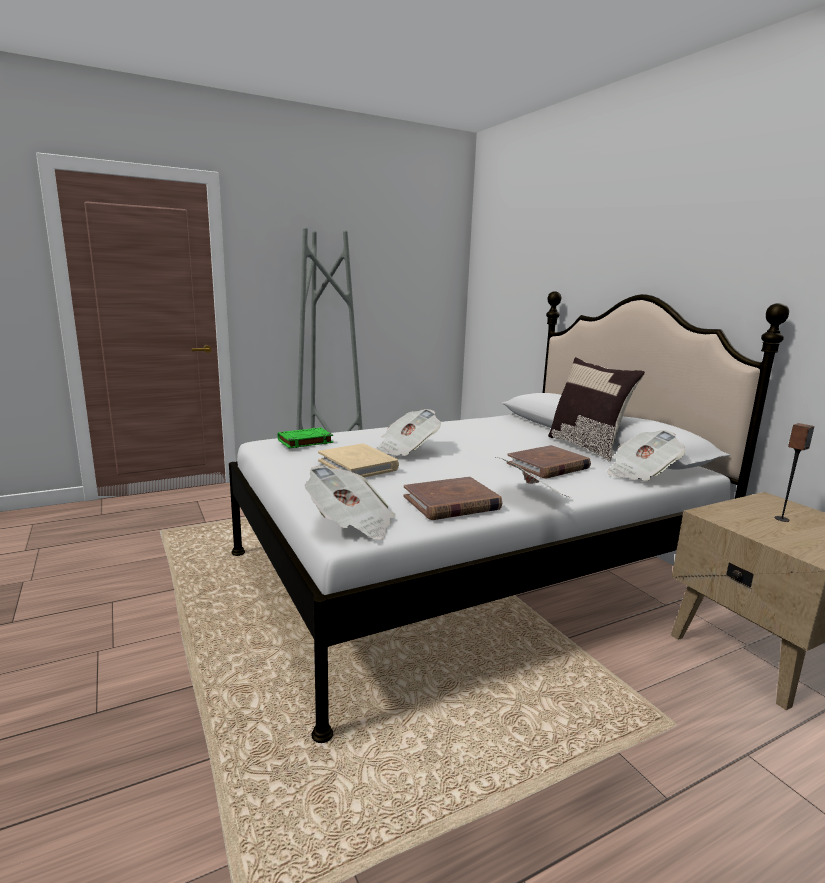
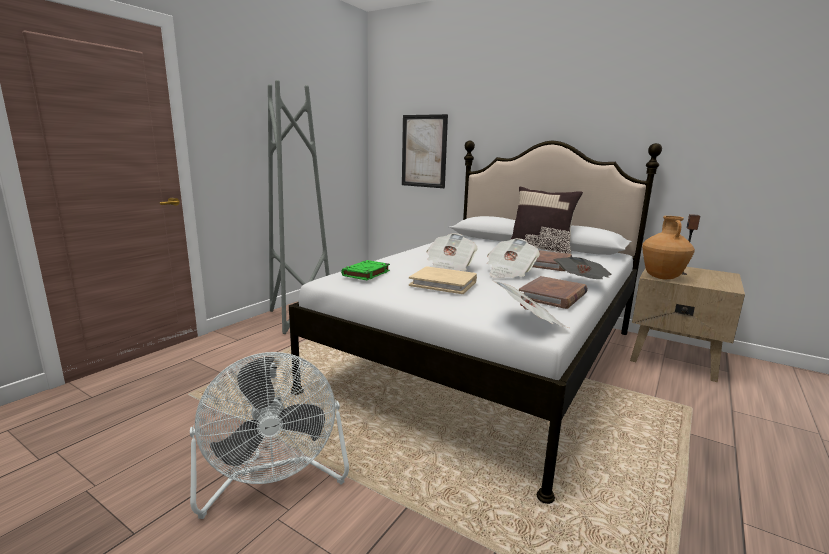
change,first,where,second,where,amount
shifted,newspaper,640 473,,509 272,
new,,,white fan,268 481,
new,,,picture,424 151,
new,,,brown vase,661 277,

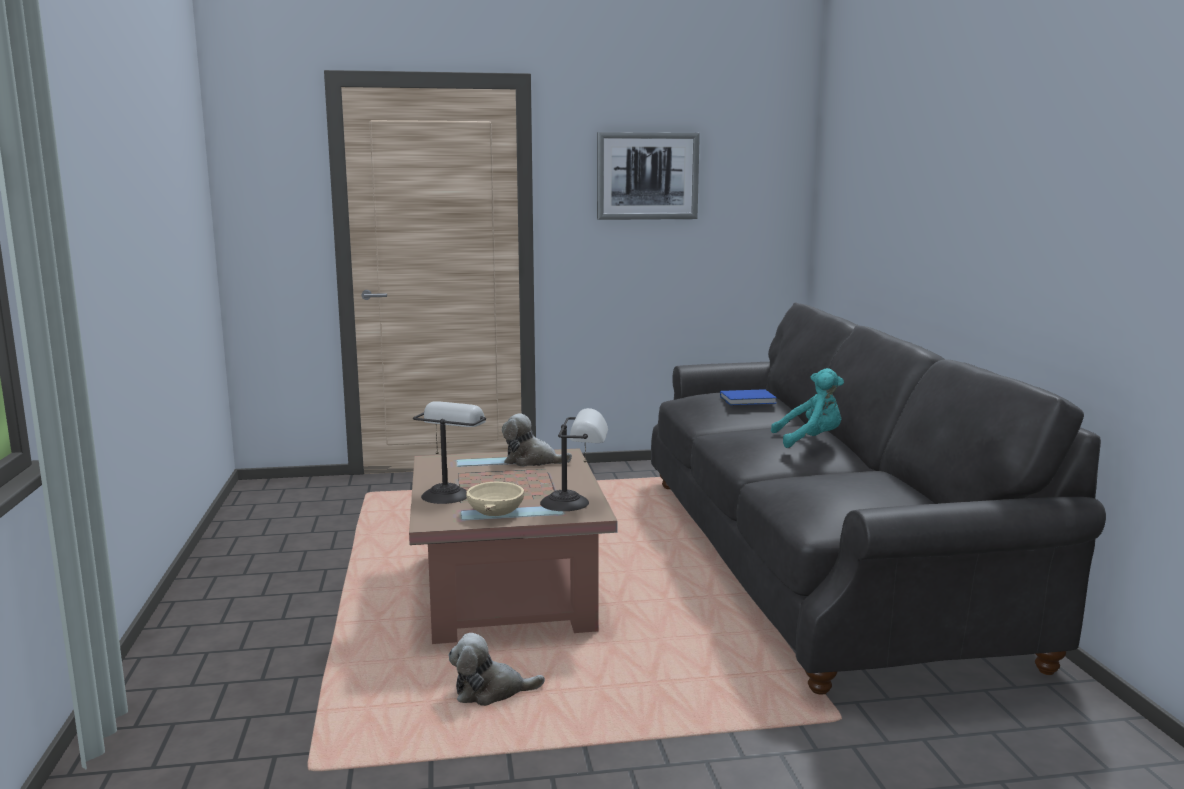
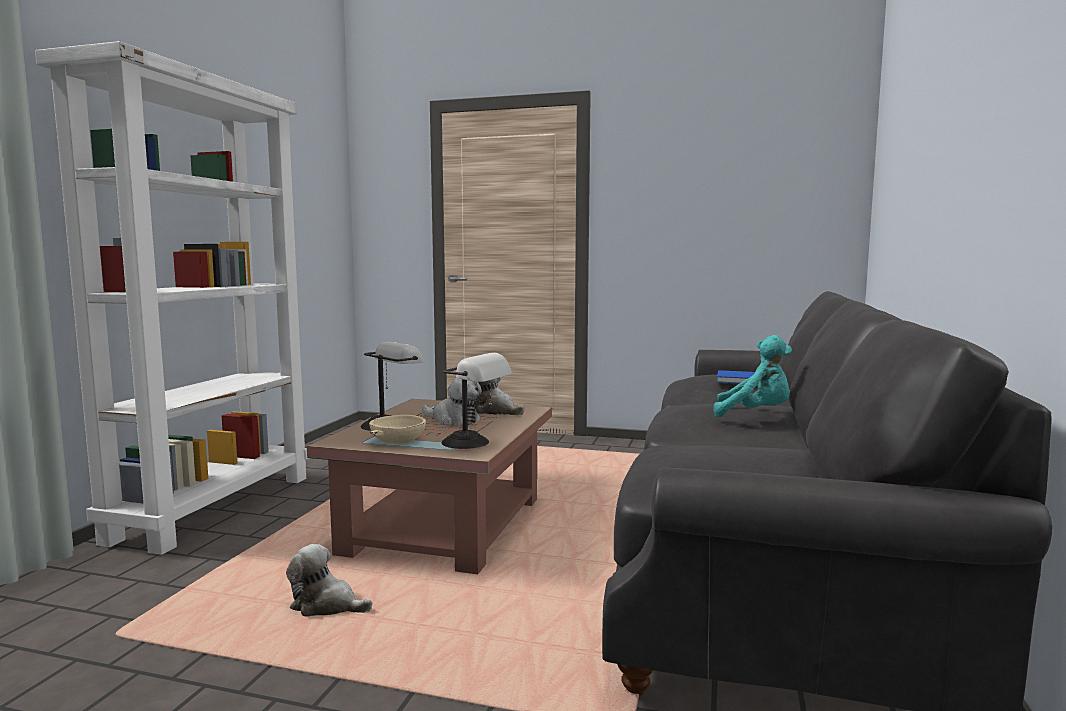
change,first,where,second,where,amount
gone,picture,647 176,,,
new,,,white bookcase,214 507,
new,,,plush toy,453 420,

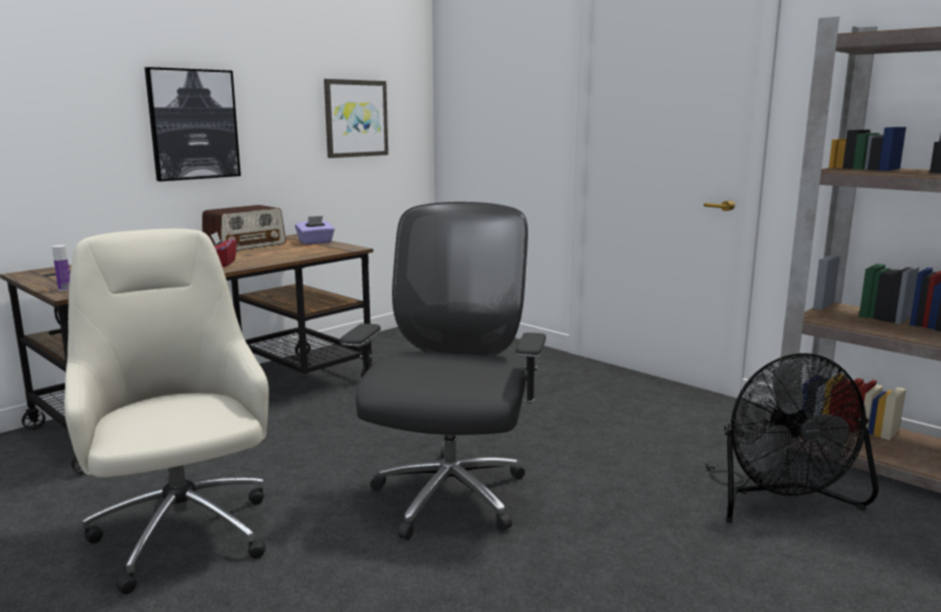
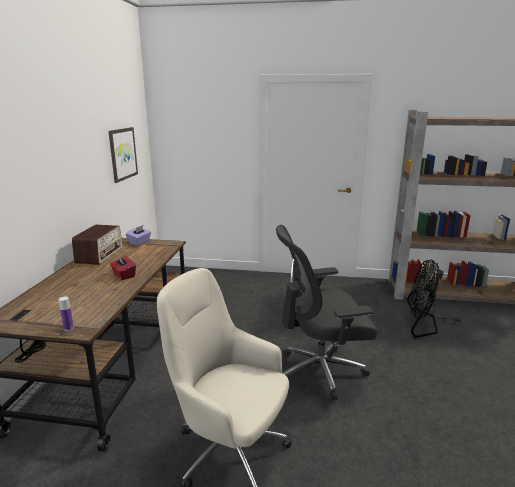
change,first,where,second,where,amount
gone,picture,193 124,,,
rotated,office chair,450 497,,321 371,75 degrees counterclockwise
rotated,black fan,774 501,,425 323,150 degrees clockwise

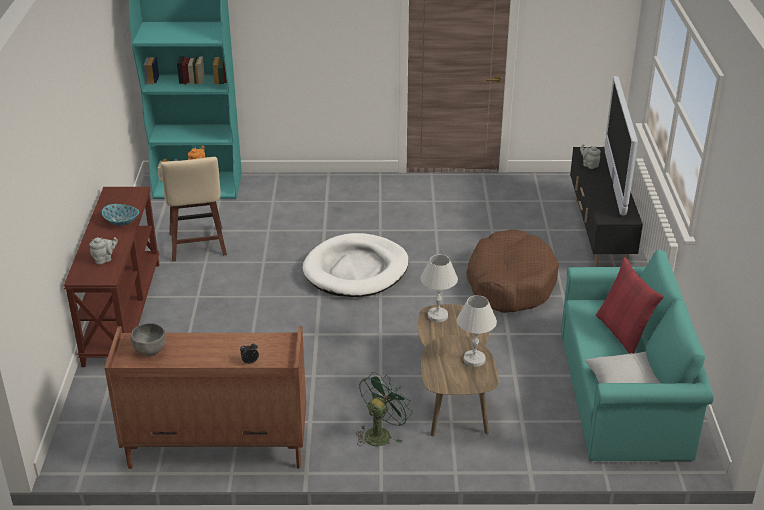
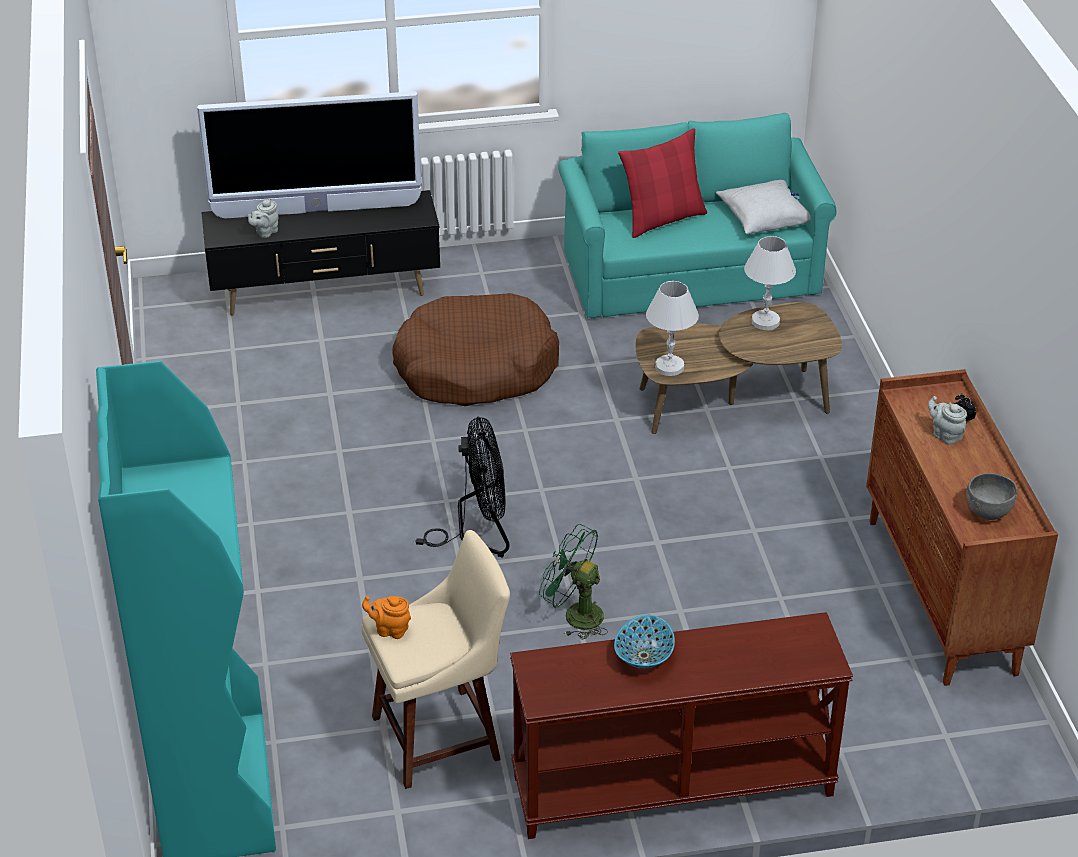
change,first,where,second,where,amount
shifted,grey teapot,104 259,,945 435,
swapped,white dog bed,356 270,black fan,476 524,
shifted,green fan,380 433,,575 614,

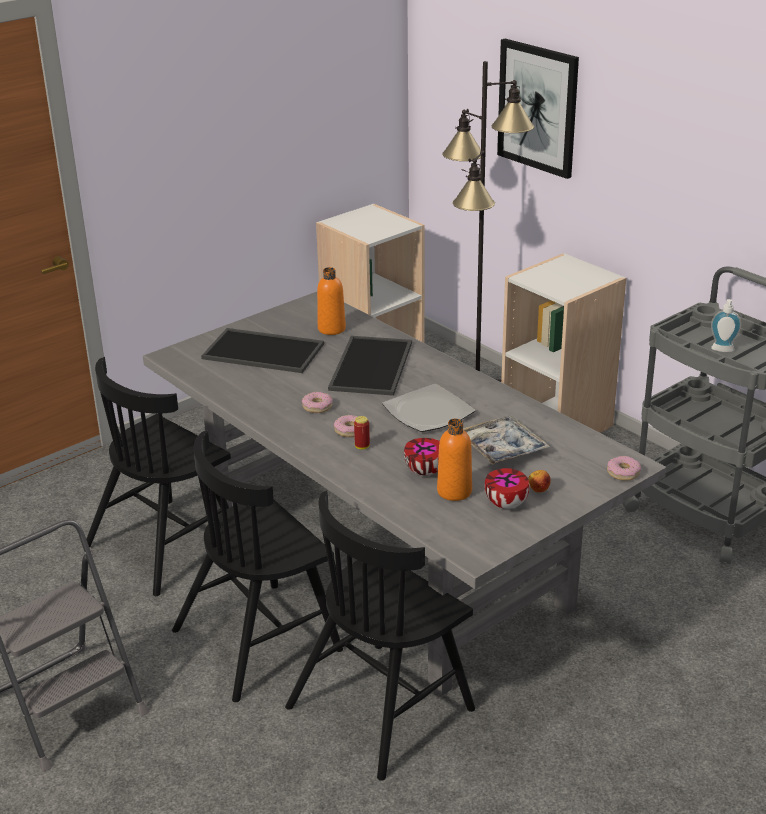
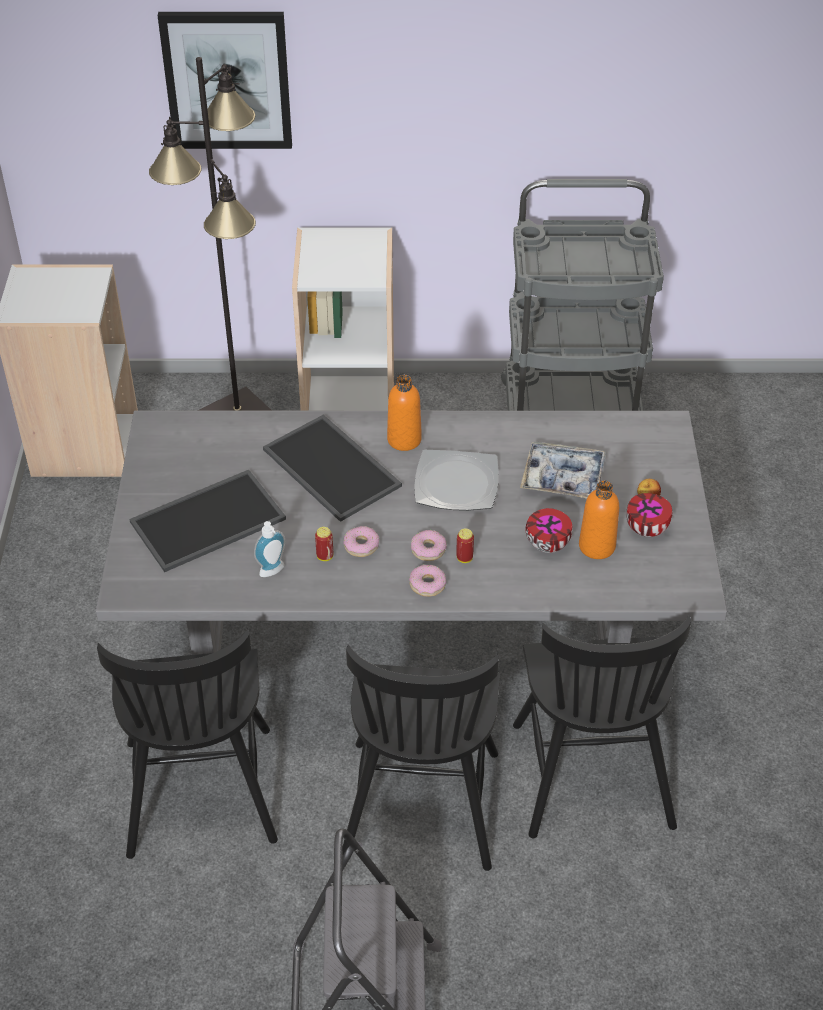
change,first,where,second,where,amount
shifted,orange bottle,331 329,,404 439,
shifted,donut,623 473,,427 585,
shifted,soap dispenser,722 350,,273 572,
new,,,can,325 556,

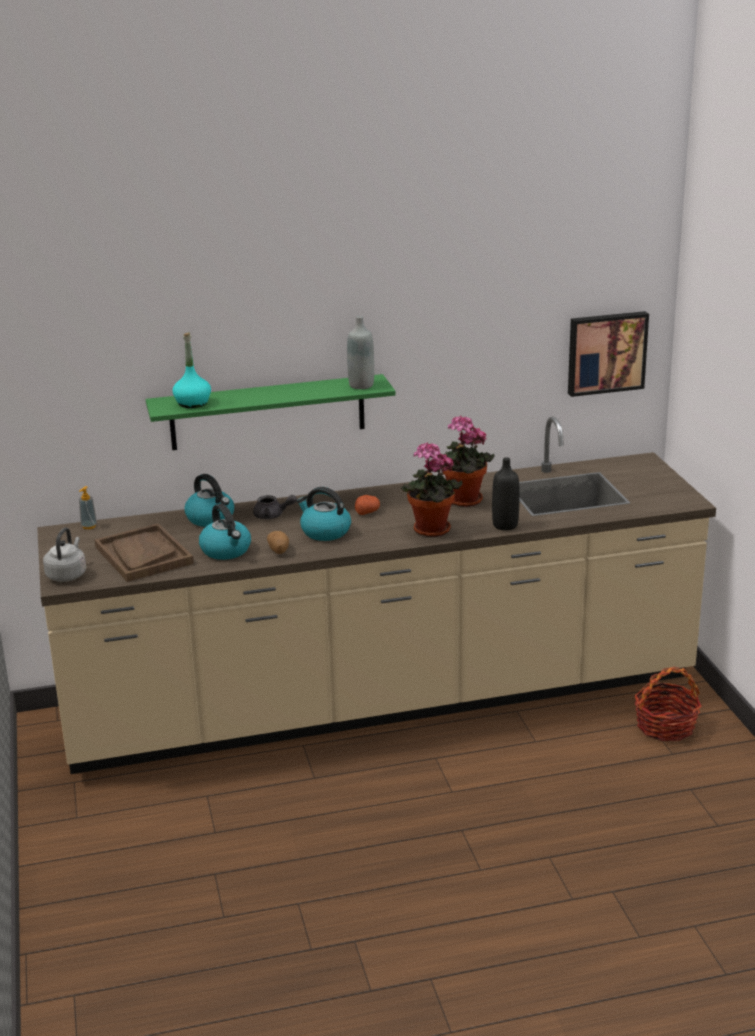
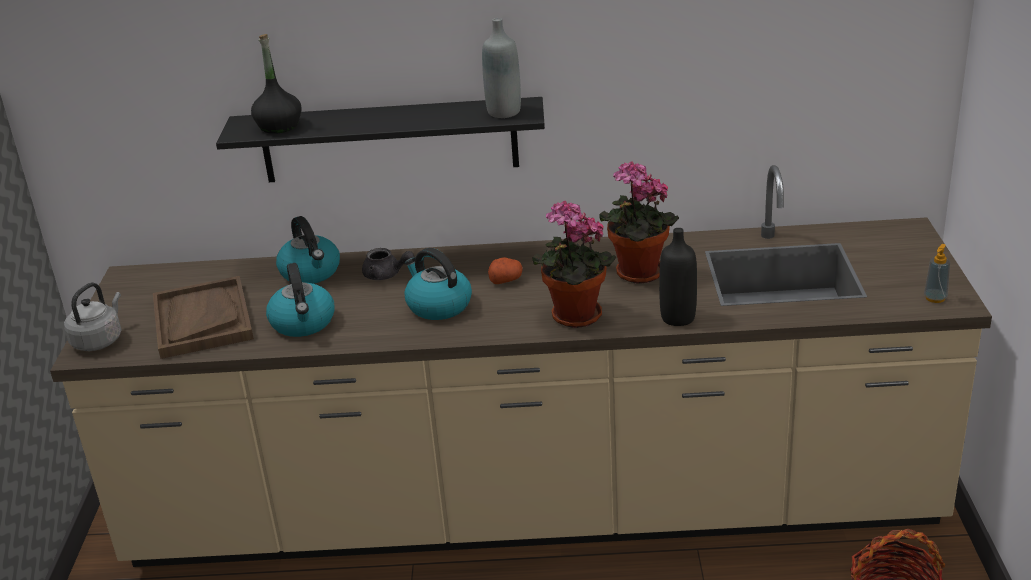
change,first,where,second,where,amount
shifted,soap dispenser,89 526,,935 298,
repainted,green shelf,268 412,black shelf,389 140,
repainted,turquoise bottle,192 403,black bottle,279 126,
gone,potato,279 551,,,
gone,picture,606 352,,,

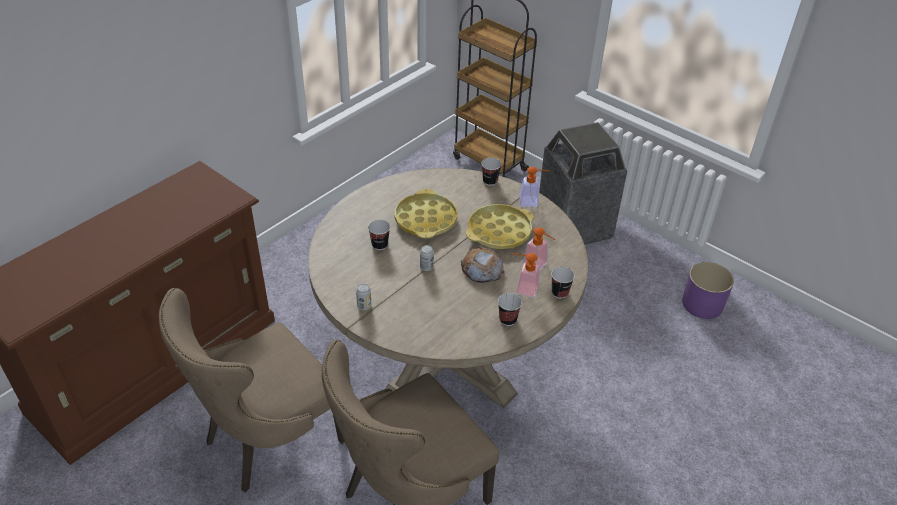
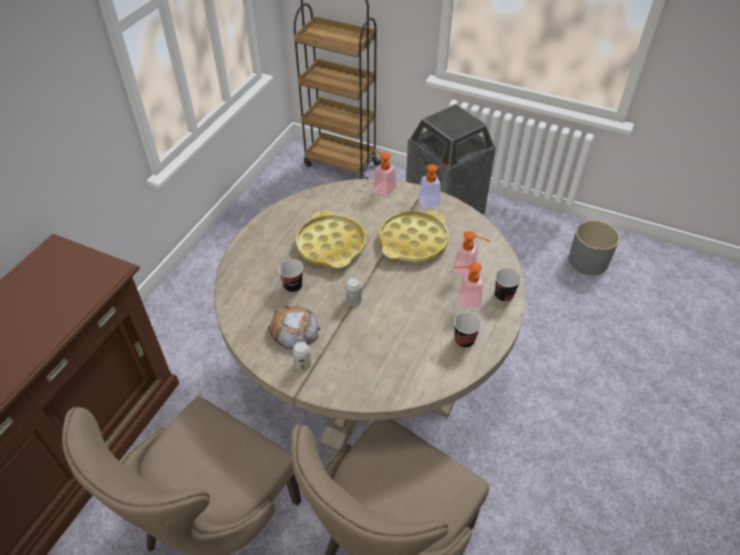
change,first,where,second,where,amount
shifted,bread,481 269,,294 330,
swapped,cup,490 181,soap dispenser,381 187,
repainted,purple planter,702 304,grey planter,588 260,

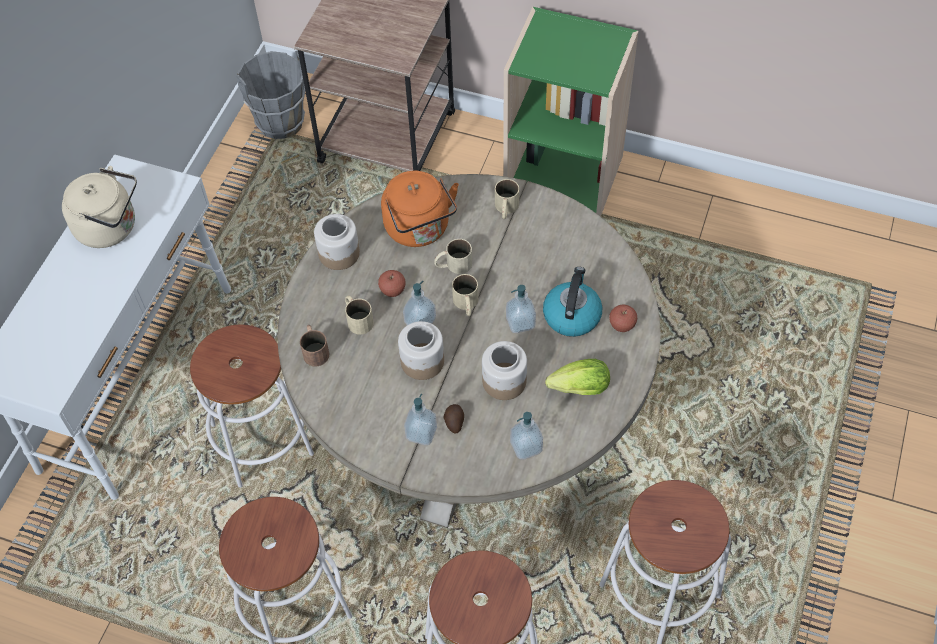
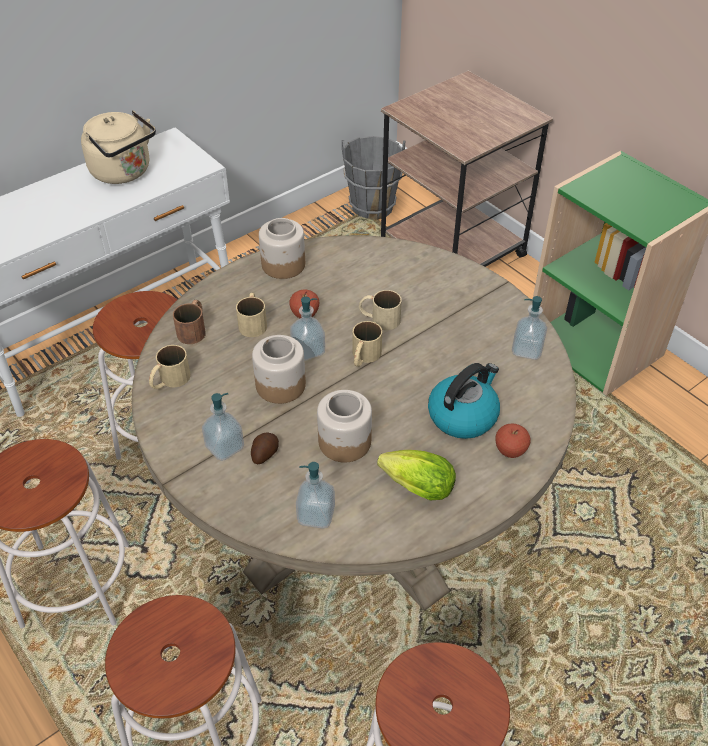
change,first,where,second,where,amount
gone,orange kettle,419 229,,,
shifted,beige mug,506 209,,169 380,
shifted,soap dispenser,520 322,,527 350,

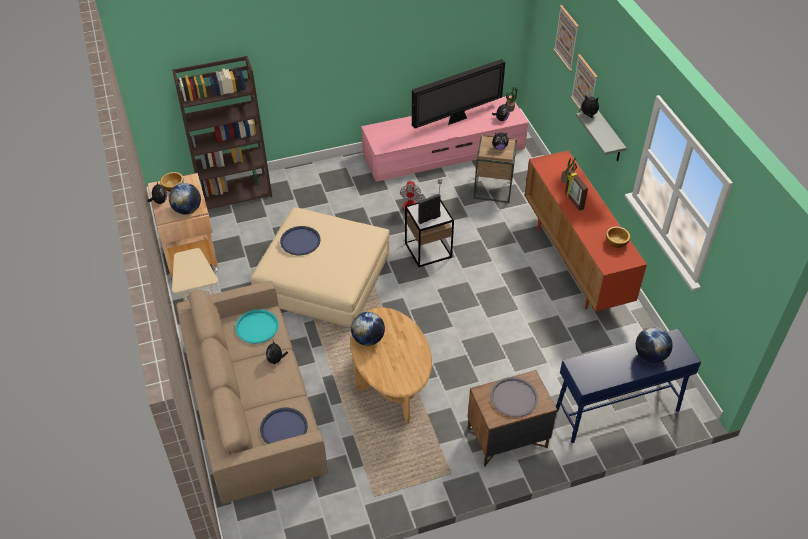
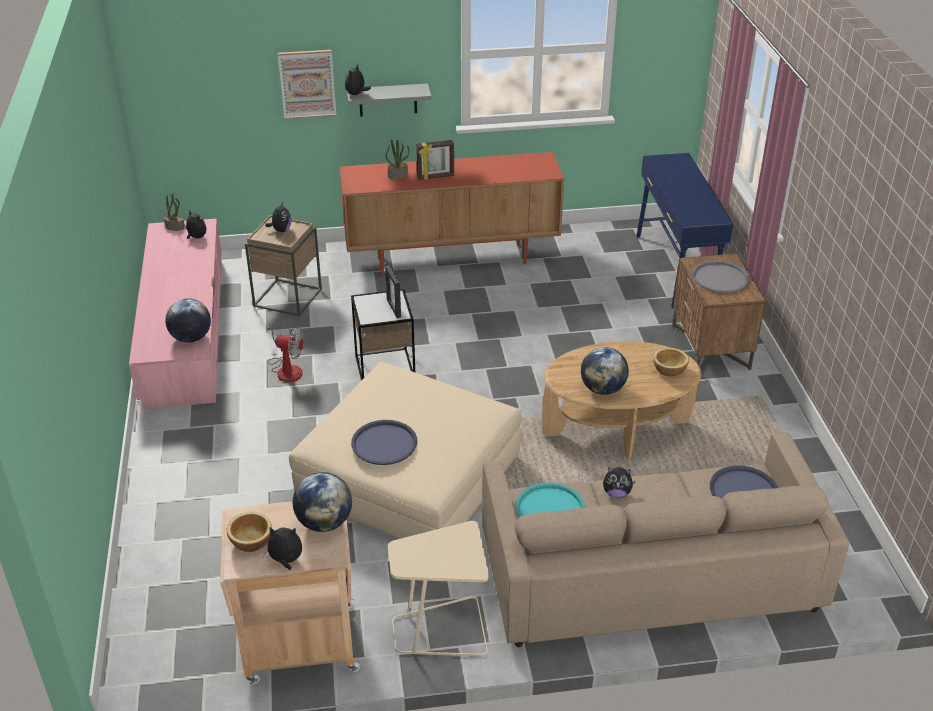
change,first,where,second,where,amount
gone,brown bookcase,235 192,,,
gone,television,457 119,,,
gone,picture,567 38,,,
shifted,bowl,616 242,,669 370,
shifted,globe,650 355,,191 338,

